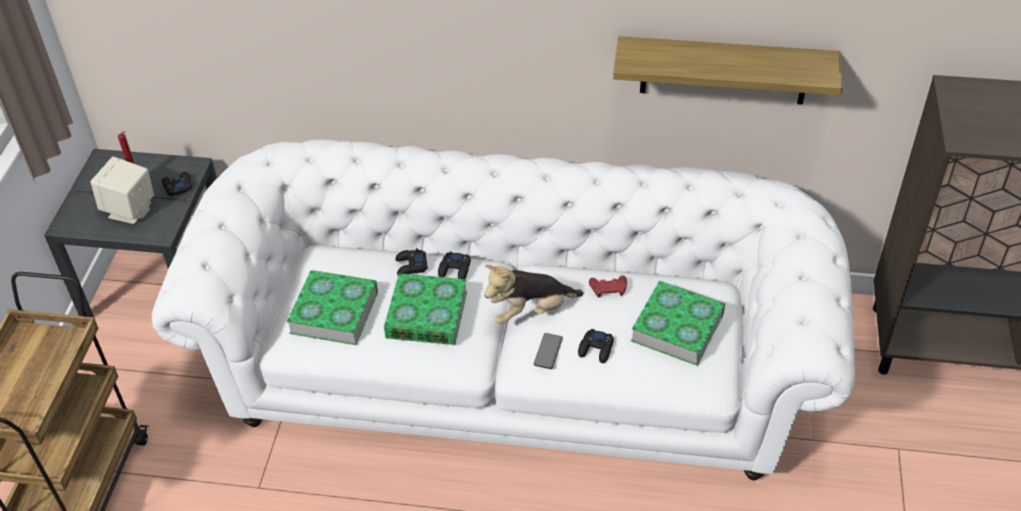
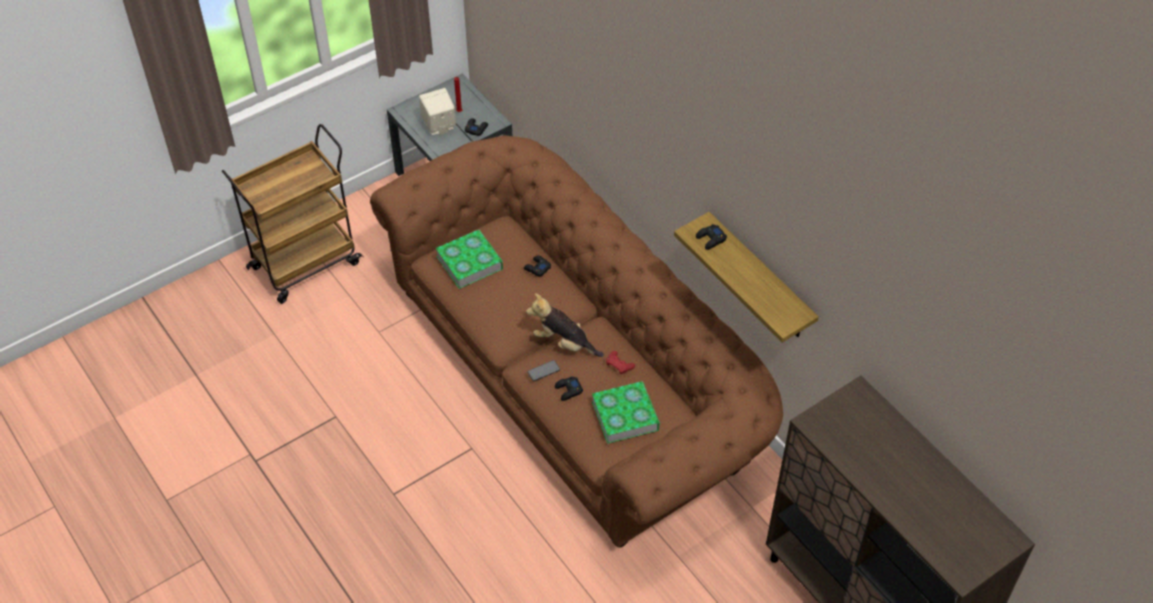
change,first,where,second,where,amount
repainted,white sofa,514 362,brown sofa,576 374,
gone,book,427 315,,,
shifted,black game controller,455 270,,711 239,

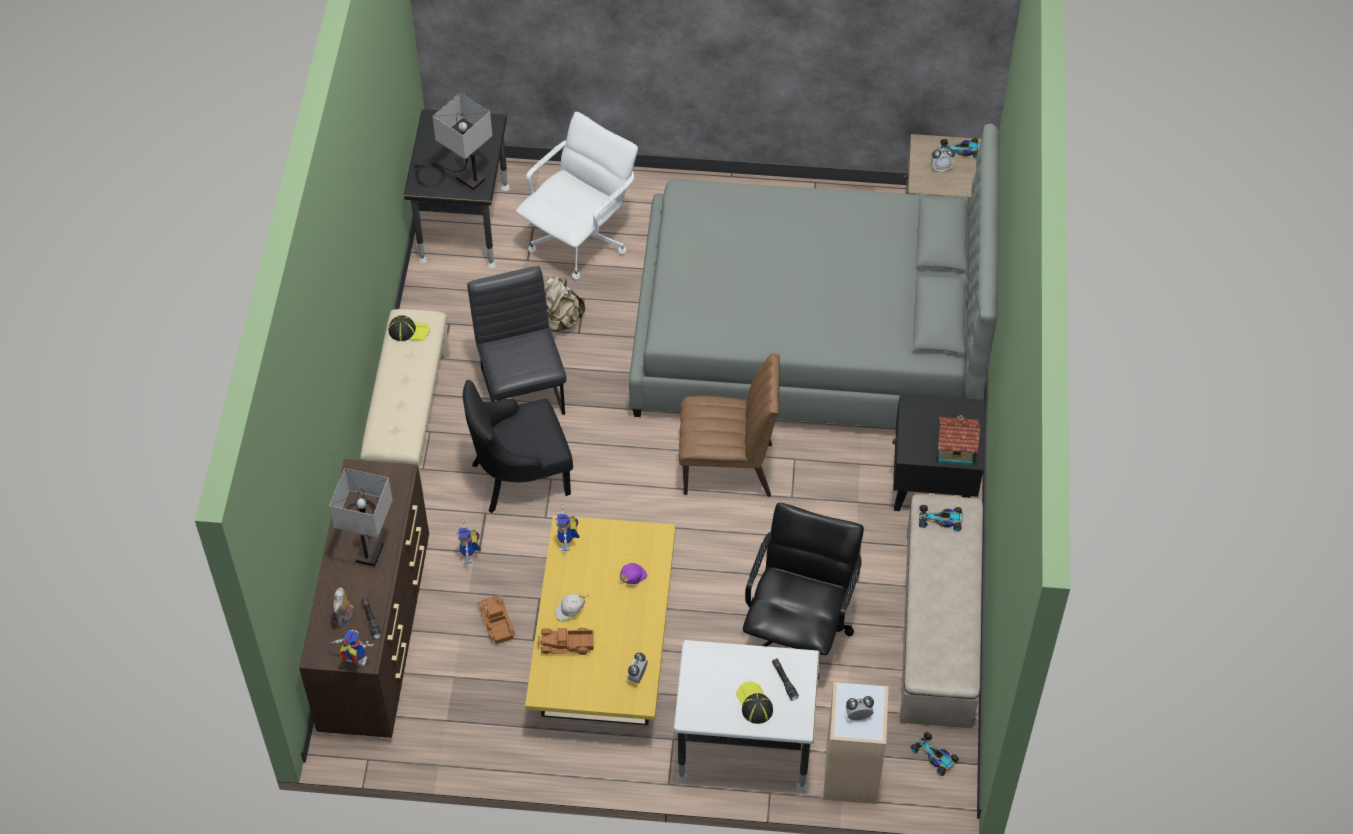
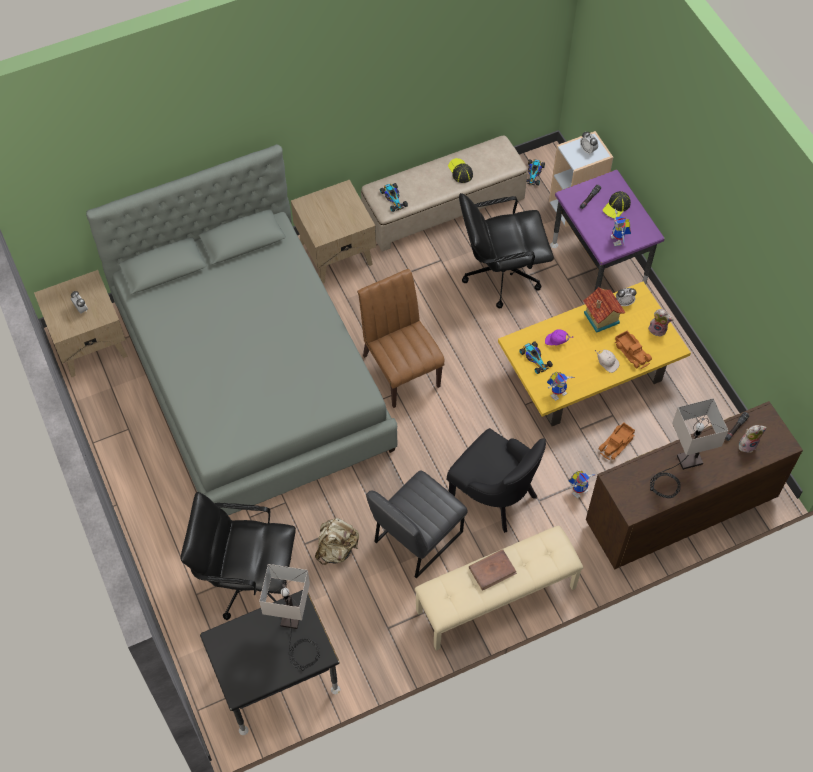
change,first,where,second,where,amount
shifted,toy robot,353 662,,618 240,
shifted,cap,408 331,,460 171,
repainted,white office chair,580 241,black office chair,247 578,
repainted,white desk,744 747,purple desk,599 265,
repainted,black nightstand,932 483,beige nightstand,336 253,
shifted,toy house,955 449,,600 318,
shifted,toy car,961 151,,535 358,
new,,,brown book,492 570,
new,,,plush toy,658 329,

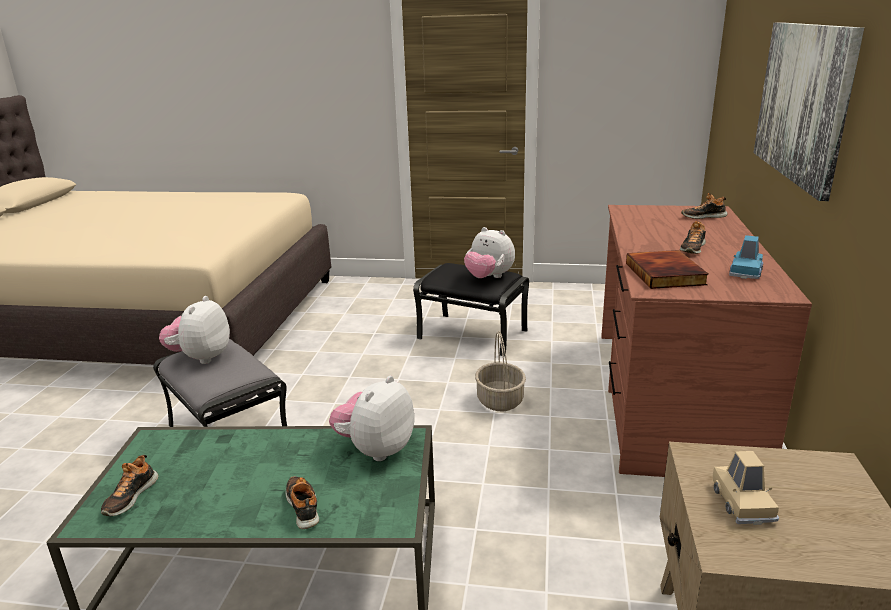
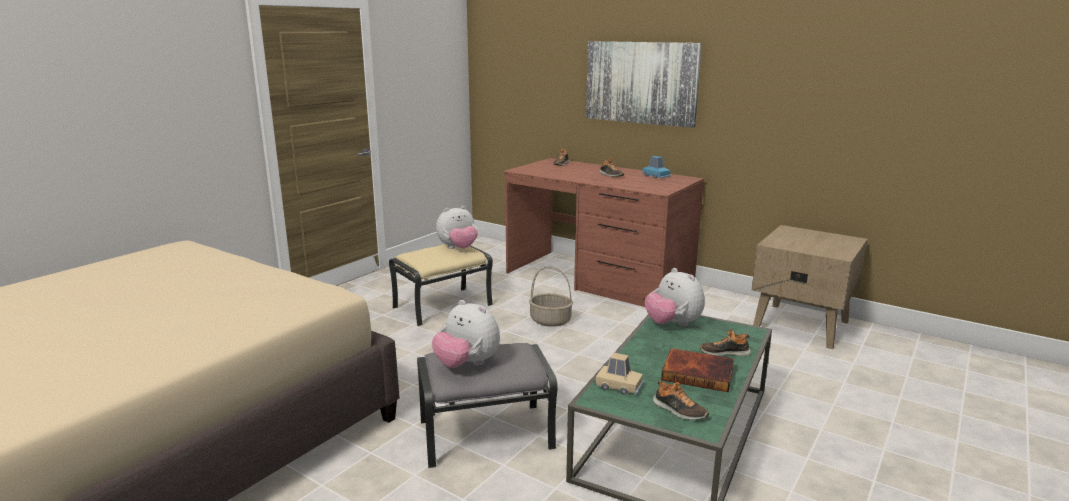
change,first,where,second,where,amount
repainted,black ottoman,473 334,beige ottoman,443 306,
shifted,book,666 274,,698 373,
shifted,beige toy car,742 503,,619 386,

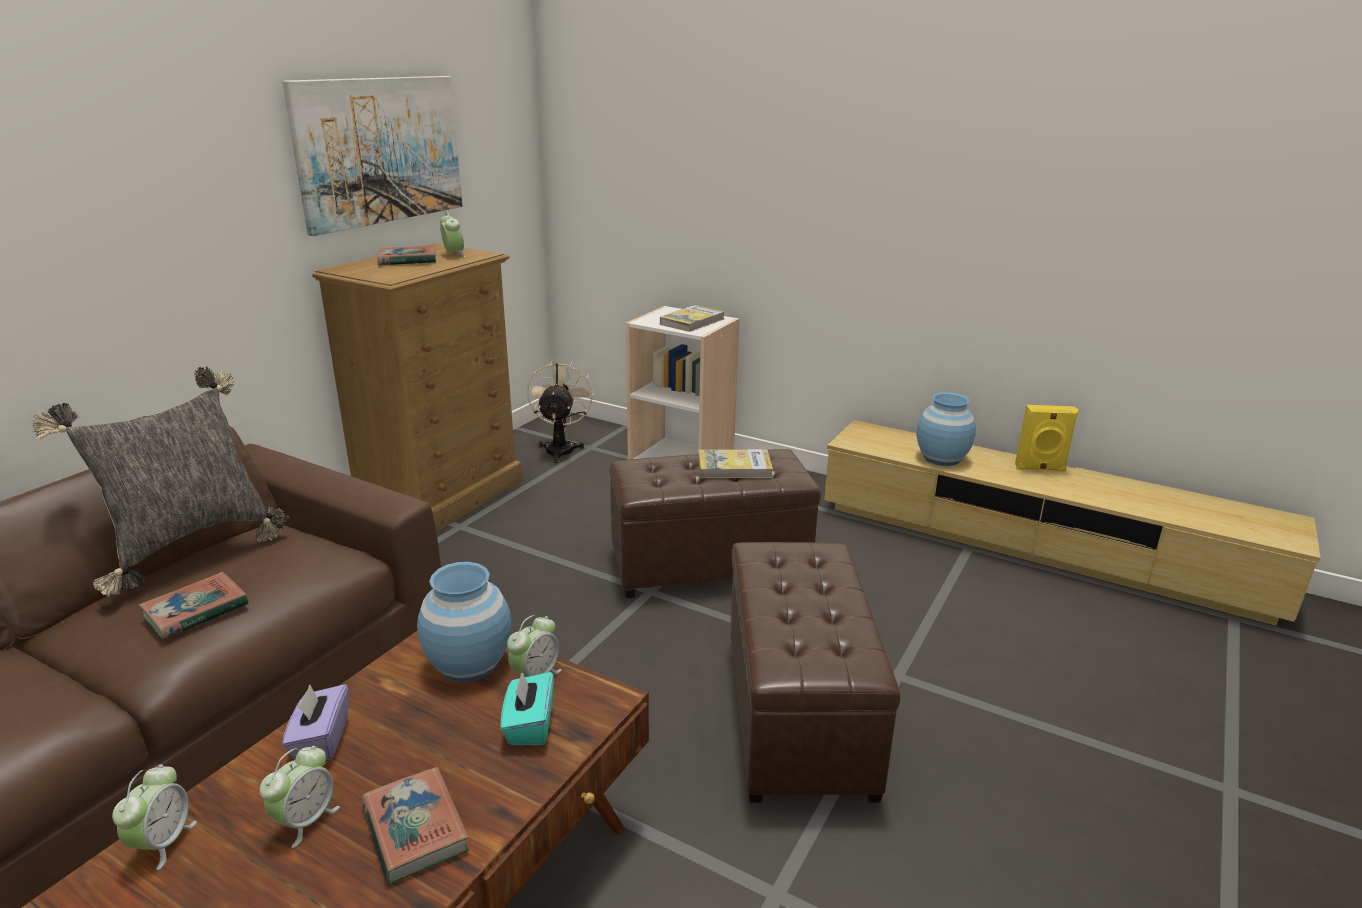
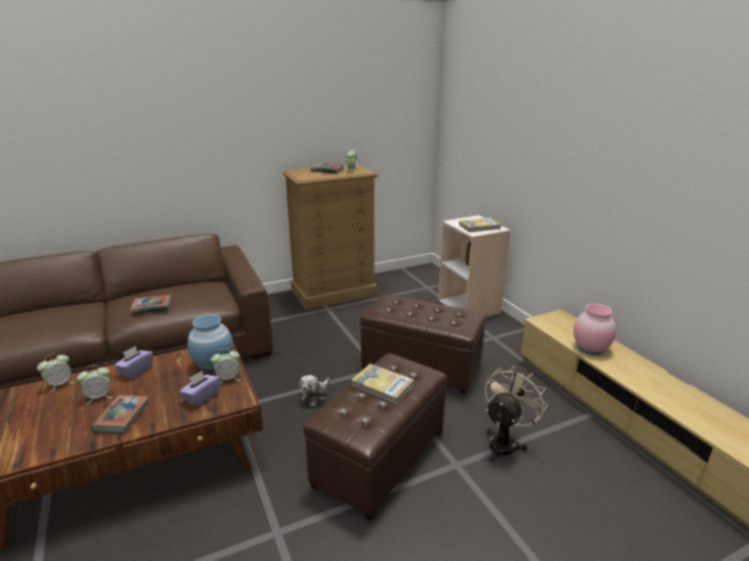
change,first,where,second,where,amount
gone,pillow,191 556,,,
gone,picture,380 151,,,
repainted,turquoise tissue box,529 725,purple tissue box,201 397,
shifted,beige fan,561 448,,505 442,
shifted,book,734 467,,382 385,
repainted,blue vase,941 458,pink vase,590 348,
gone,yellow speaker,1040 468,,,
new,,,plush toy,315 396,

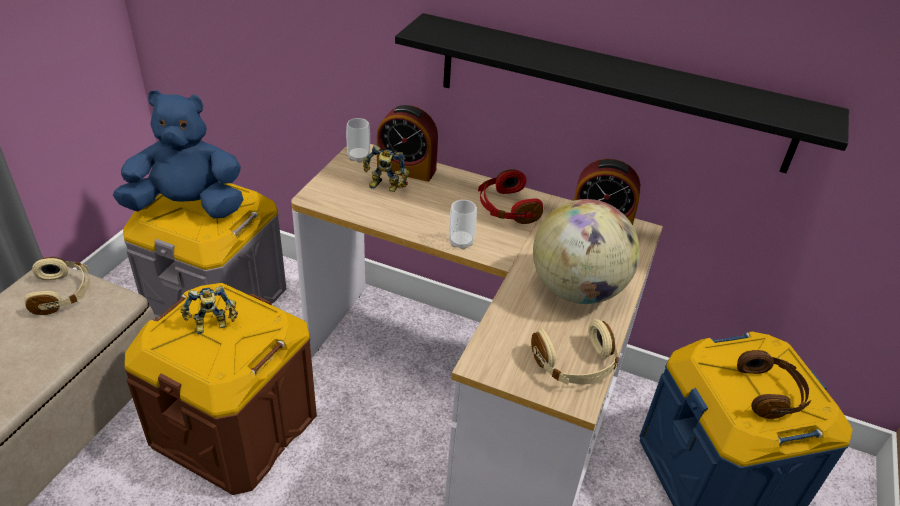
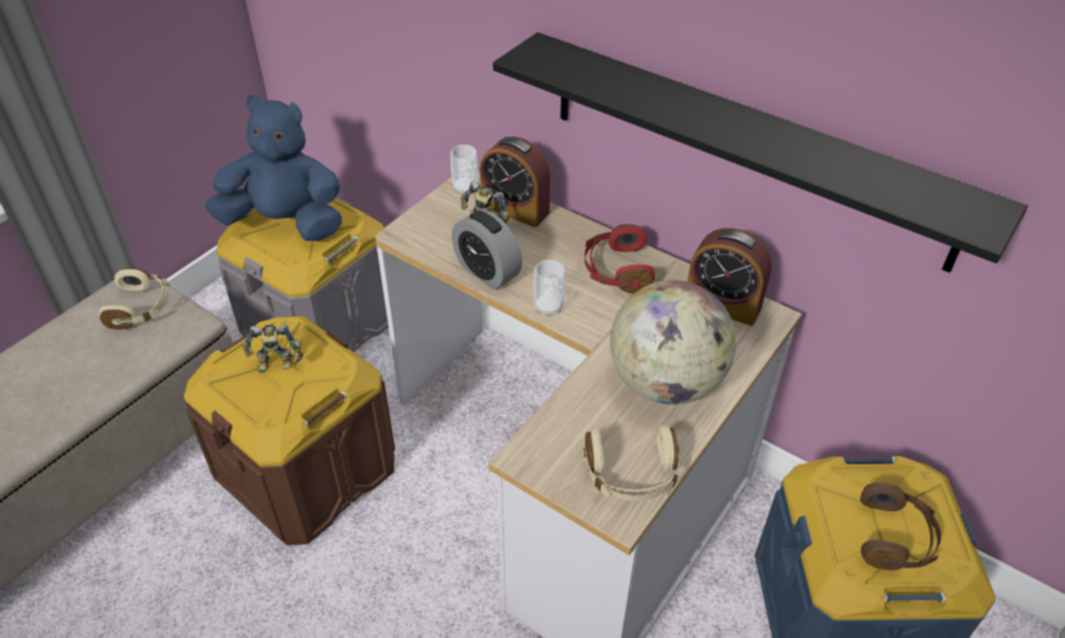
change,first,where,second,where,amount
new,,,alarm clock,487 272,

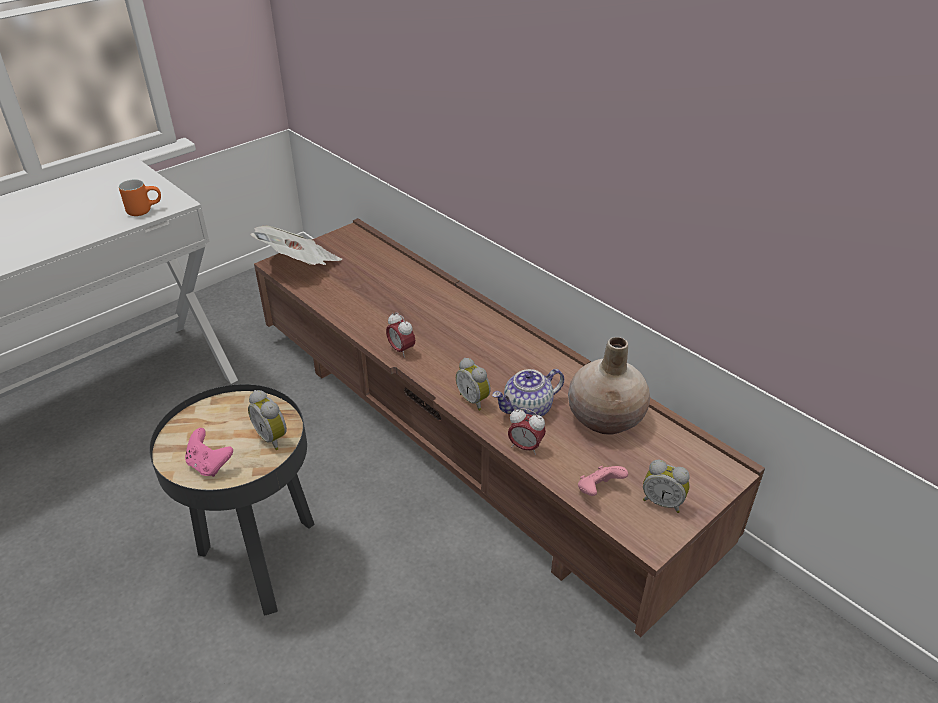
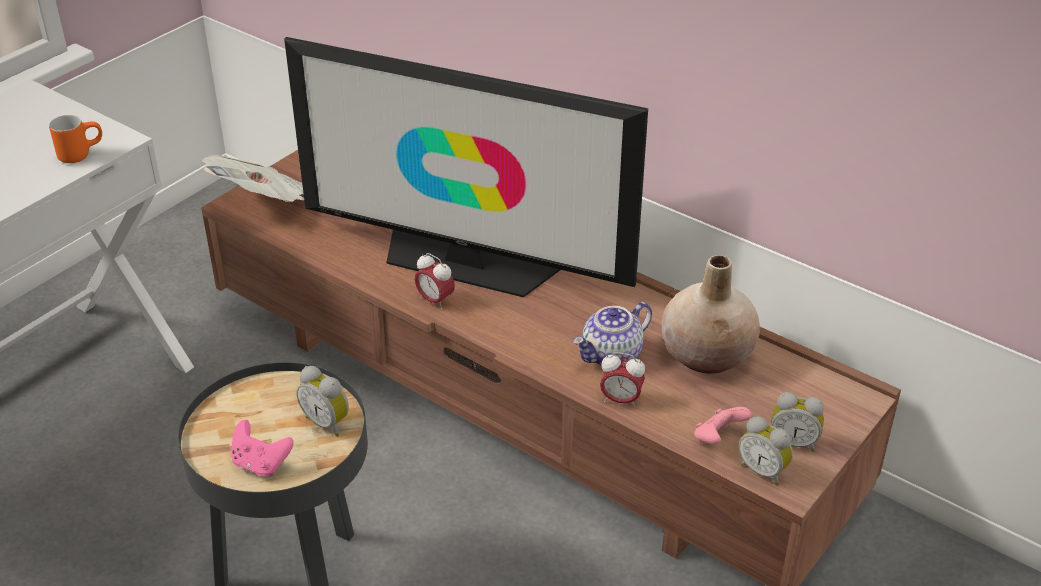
change,first,where,second,where,amount
shifted,alarm clock,474 400,,763 470,
new,,,television,467 262,

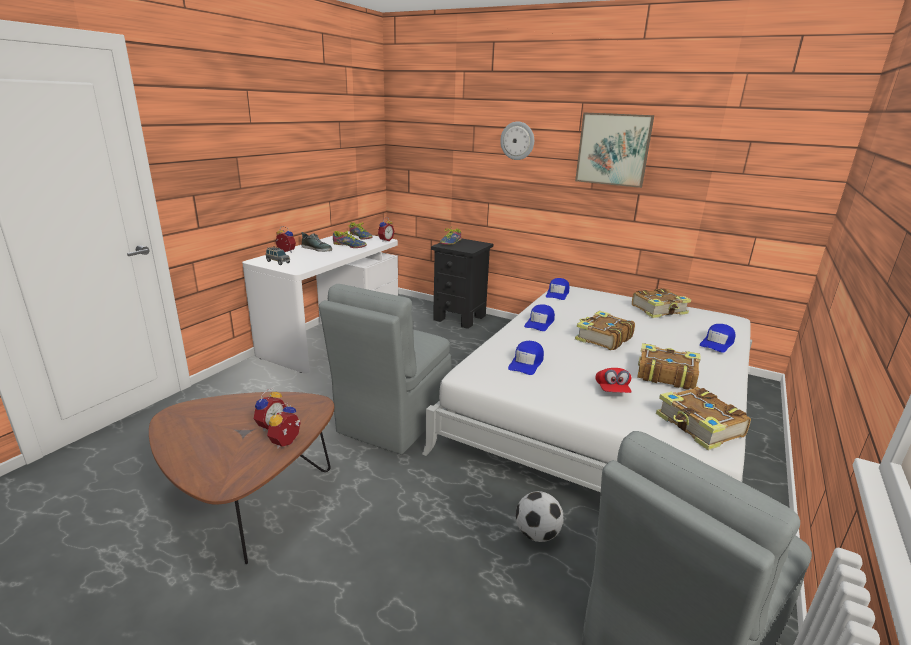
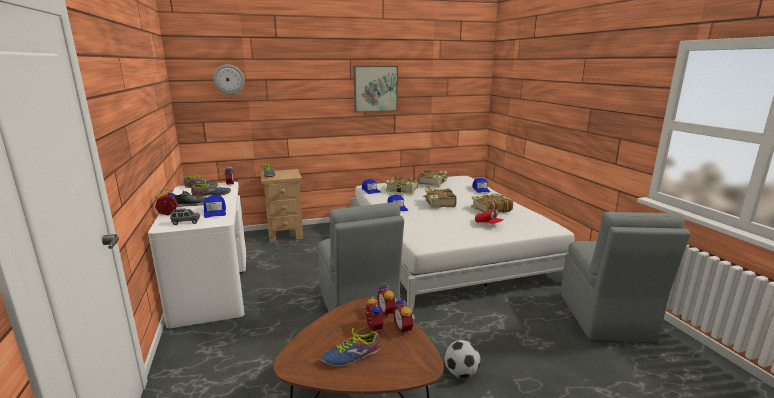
change,first,where,second,where,amount
repainted,black nightstand,460 318,beige nightstand,286 234,
shifted,wall clock,517 141,,229 79,
shifted,blue cap,526 363,,215 211,
shifted,football,537 534,,461 373,
shifted,book,699 427,,402 190,
new,,,shoe,351 356,
new,,,alarm clock,388 311,

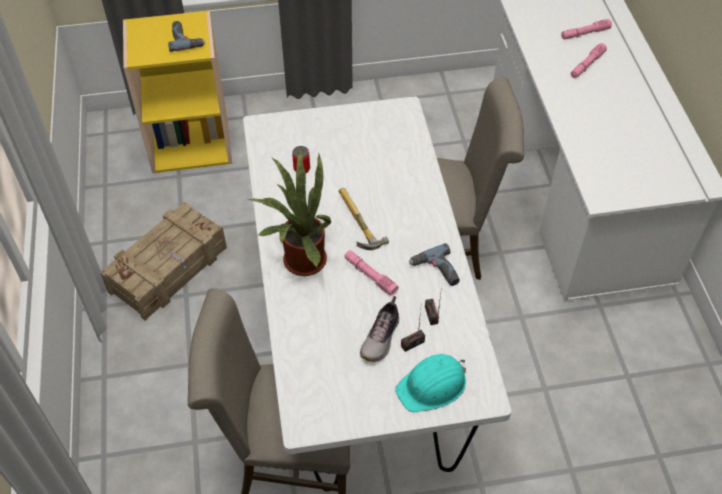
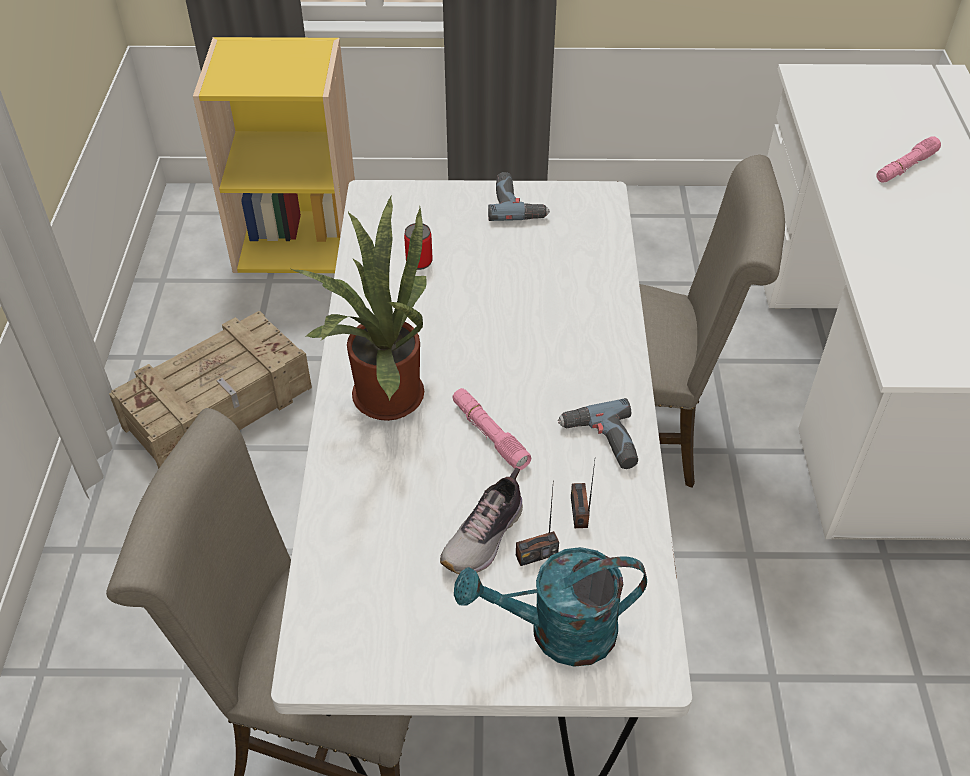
change,first,where,second,where,amount
shifted,power drill,186 39,,517 204,
gone,hammer,355 223,,,
swapped,turquoise hard hat,432 386,turquoise watering can,557 632,
gone,pink flashlight,585 33,,,

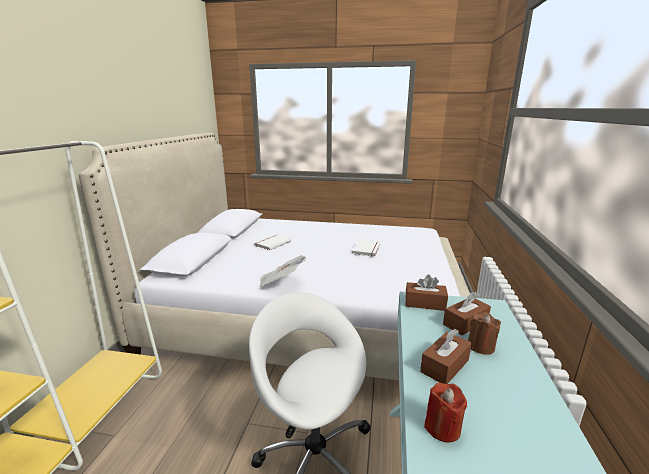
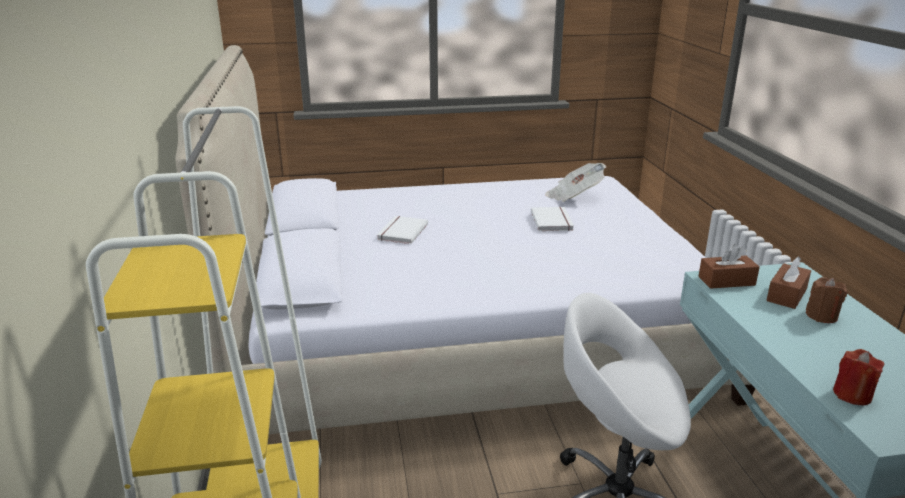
change,first,where,second,where,amount
shifted,newspaper,281 282,,574 196,
gone,brown tissue box,444 366,,,

